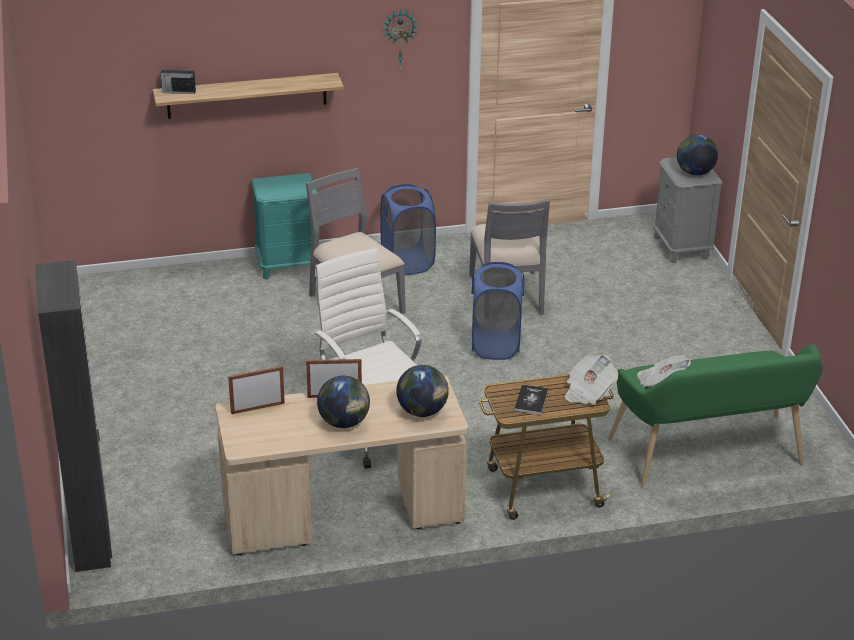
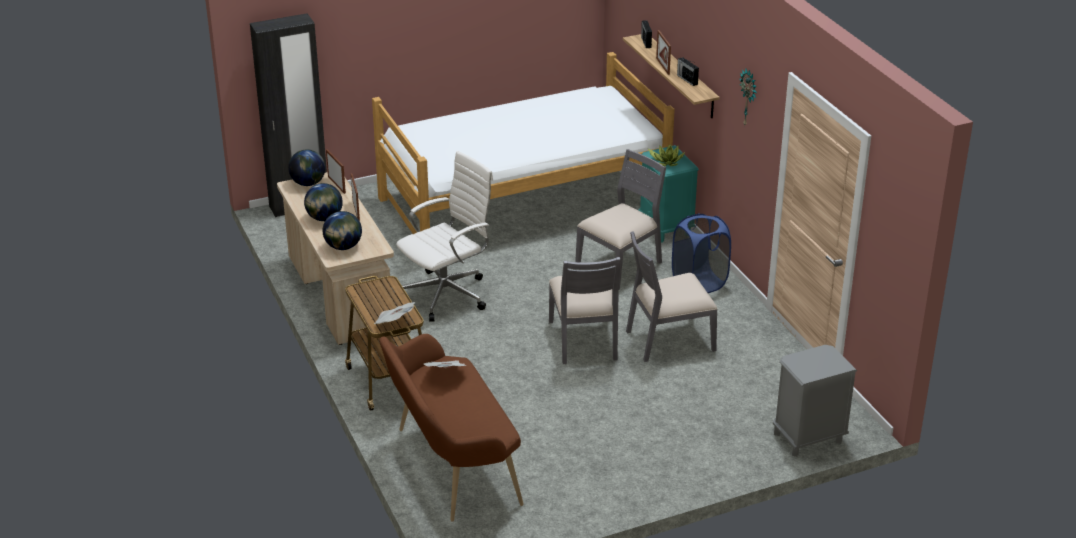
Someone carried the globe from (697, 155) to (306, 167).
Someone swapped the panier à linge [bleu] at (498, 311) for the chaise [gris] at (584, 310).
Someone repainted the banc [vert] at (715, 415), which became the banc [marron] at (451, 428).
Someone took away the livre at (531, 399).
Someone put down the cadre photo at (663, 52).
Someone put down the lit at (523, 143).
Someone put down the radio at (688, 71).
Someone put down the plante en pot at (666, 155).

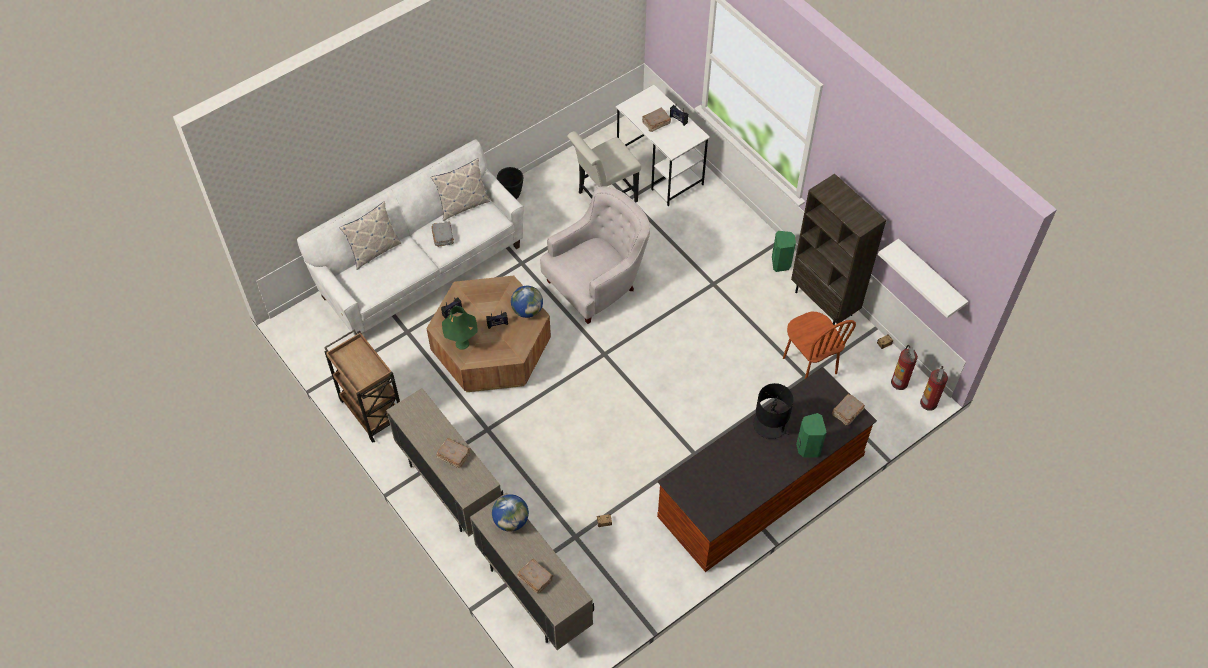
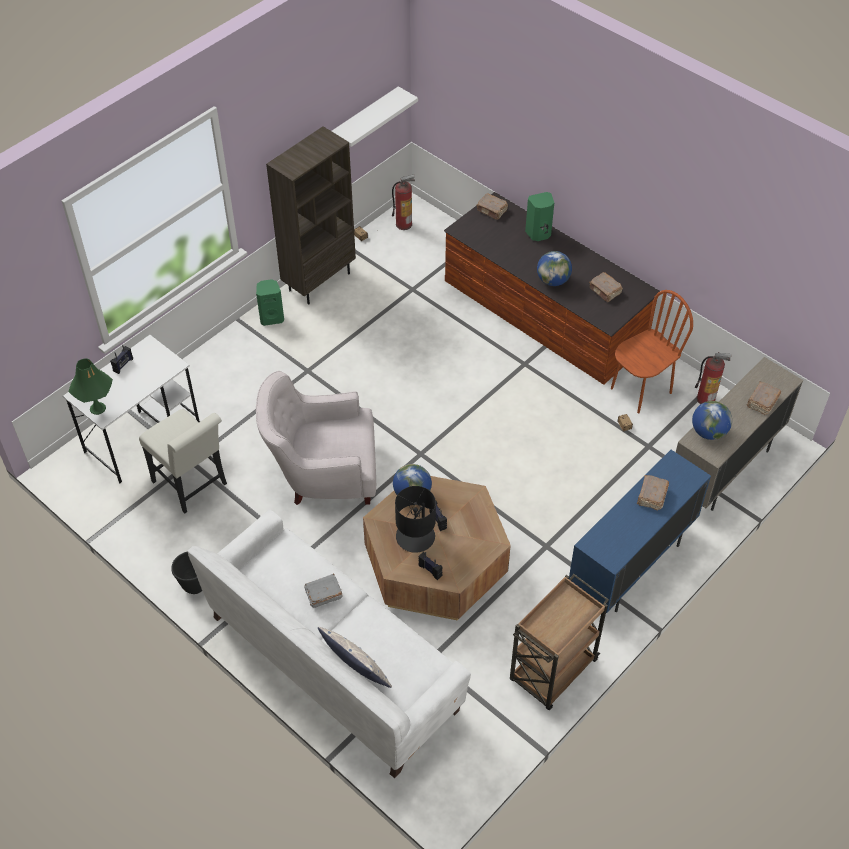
Someone carried the livre [marron] from (656, 119) to (606, 287).
Someone took away the coussin at (460, 189).
Someone rotated the fauteuil [blanc] at (595, 255) by 45 degrees counterclockwise.
Someone carried the lampe de table [vert] from (460, 328) to (90, 386).
Someone carried the chaise [marron] from (819, 345) to (652, 352).
Someone carried the extincteur from (934, 388) to (713, 378).
Someone carried the lampe de table [noir] from (773, 411) to (415, 519).
Someone repainted the meuble de rangement [beige] at (444, 462), which became the meuble de rangement [bleu] at (640, 531).
Someone put down the globe at (554, 268).

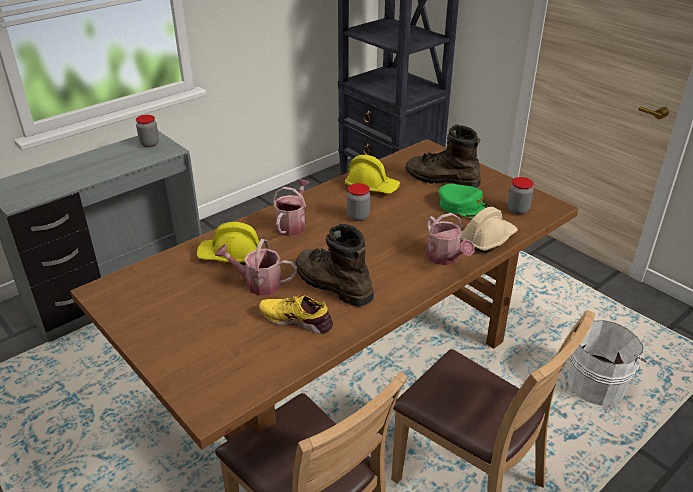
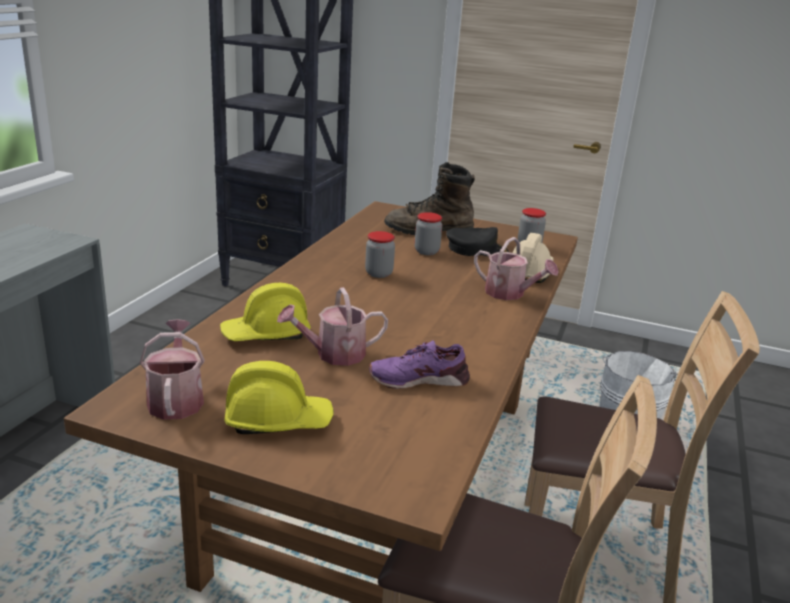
Someone carried the bocal from (147, 131) to (428, 233).
Someone carried the casque de chantier [jaune] from (372, 174) to (279, 397).
Someone carried the arrosoir from (291, 208) to (172, 369).
Someone repainted the casquette [vert] at (464, 201), which became the casquette [noir] at (477, 241).
Someone took away the botte [marron] at (334, 265).
Someone repainted the chaussure [jaune] at (296, 314), which became the chaussure [violet] at (419, 364).

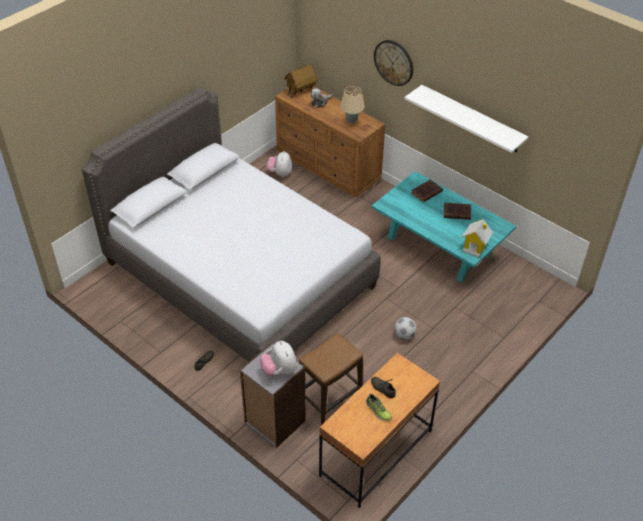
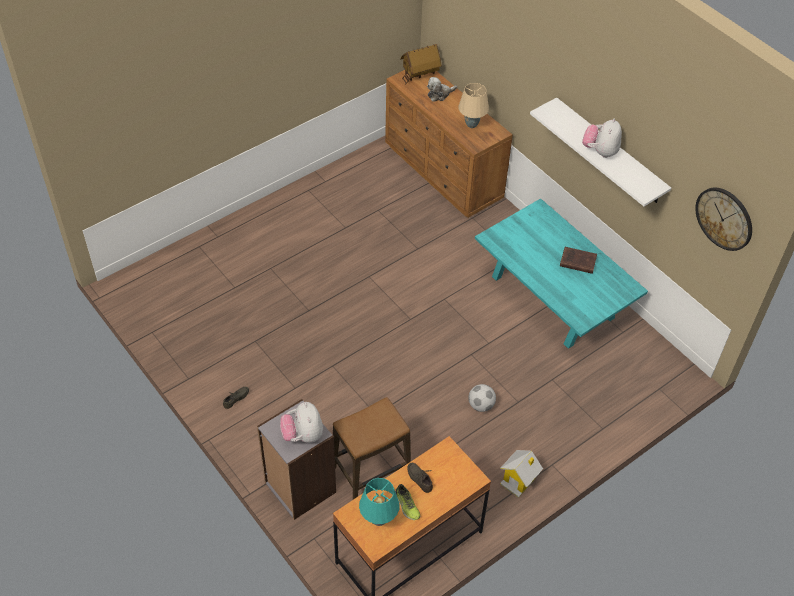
Someone carried the horloge murale from (393, 63) to (723, 219).
Someone took away the lit [gris] at (231, 224).
Someone carried the peluche from (279, 164) to (602, 138).
Someone took away the livre [marron] at (427, 190).
Someone carried the maison miniature from (477, 238) to (521, 474).
Someone put down the lampe de table [turquoise] at (379, 502).

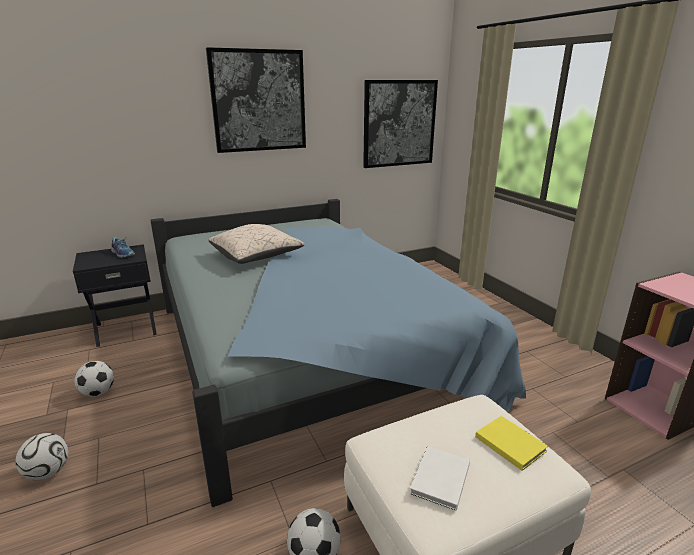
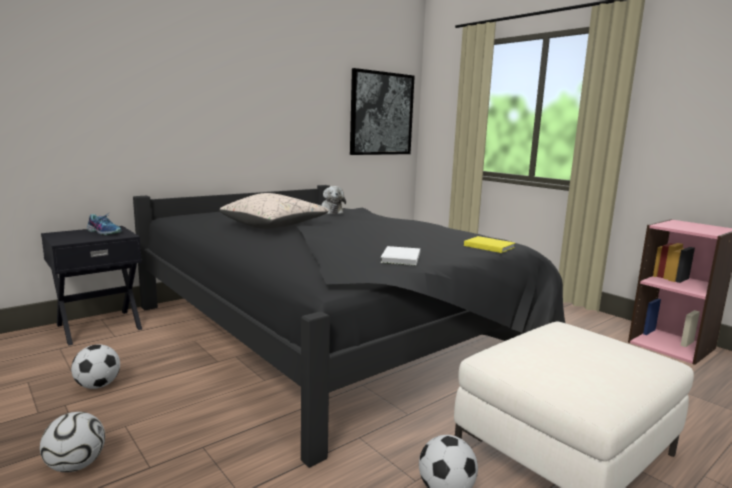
Someone took away the tableau at (256, 100).
Someone repainted the lit [bleu] at (338, 353), which became the lit [noir] at (349, 326).
Someone carried the livre [jaune] from (511, 443) to (489, 244).
Someone carried the livre [blanc] from (440, 478) to (400, 256).
Someone put down the peluche at (333, 200).

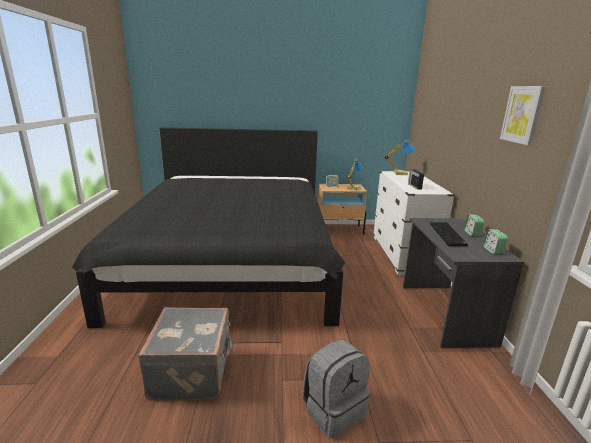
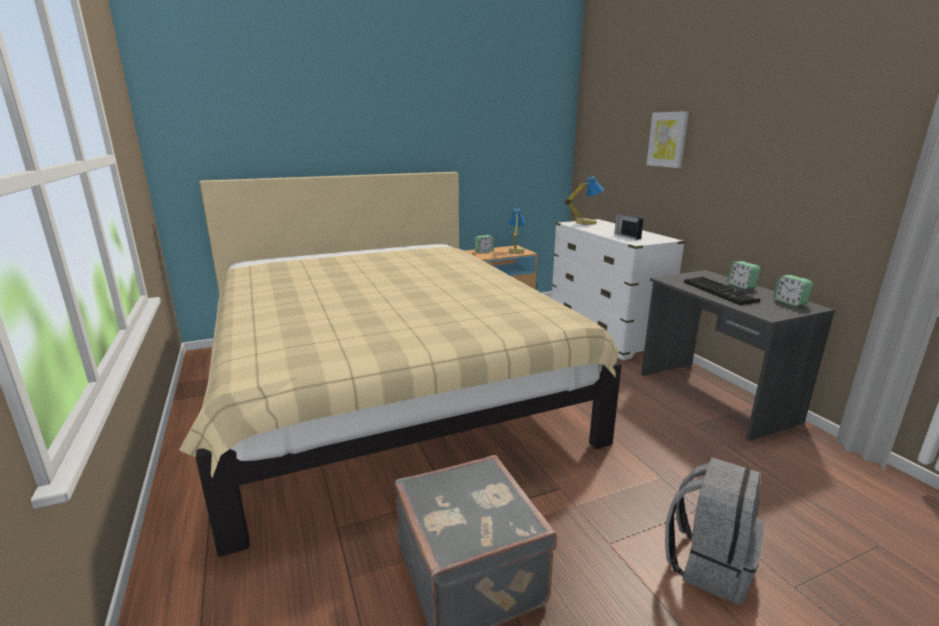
Someone carried the tableau from (523, 115) to (667, 139).
Someone repainted the lit [noir] at (208, 227), which became the lit [beige] at (400, 364).

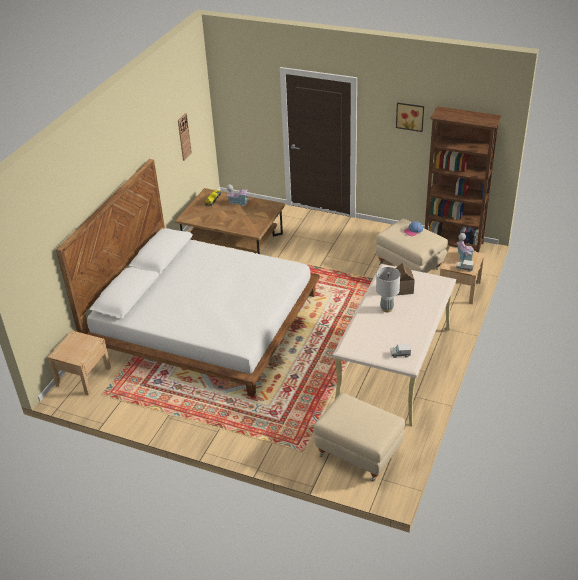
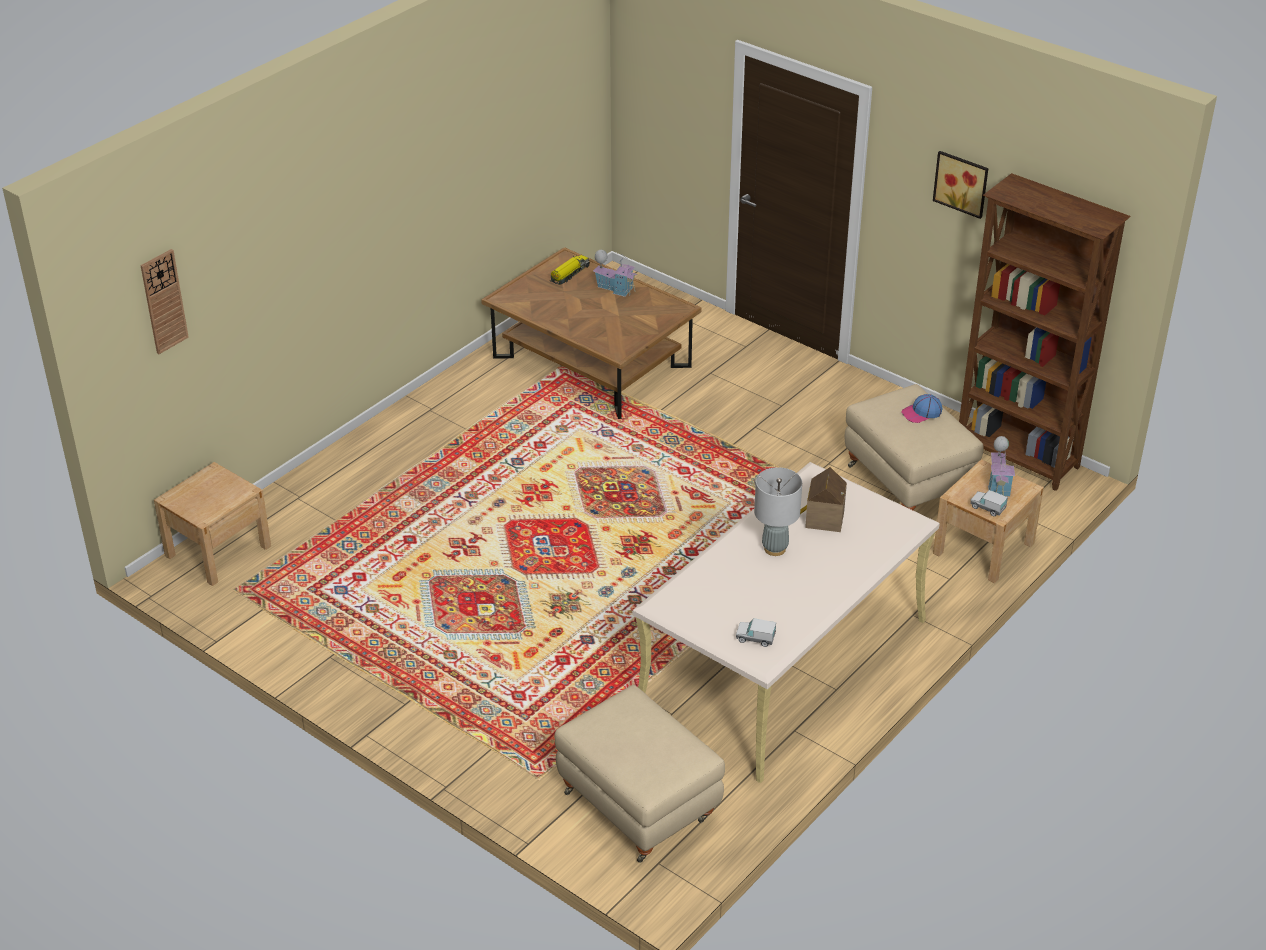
Someone carried the horloge murale from (185, 137) to (164, 301).
Someone took away the lit [blanc] at (187, 278).

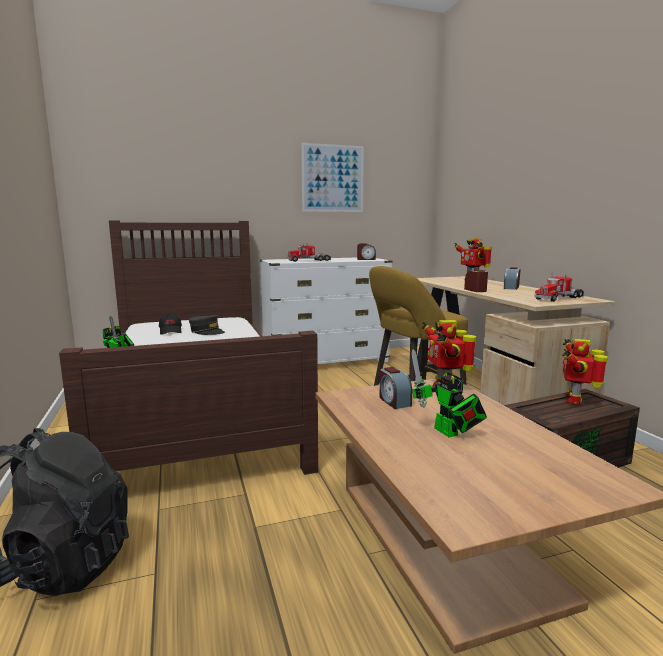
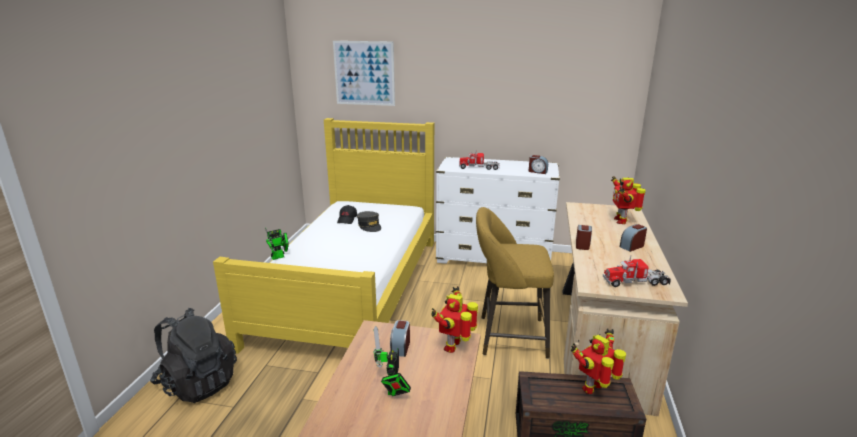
Someone carried the tableau from (332, 177) to (364, 73).
Someone repainted the lit [marron] at (188, 347), which became the lit [jaune] at (323, 236).

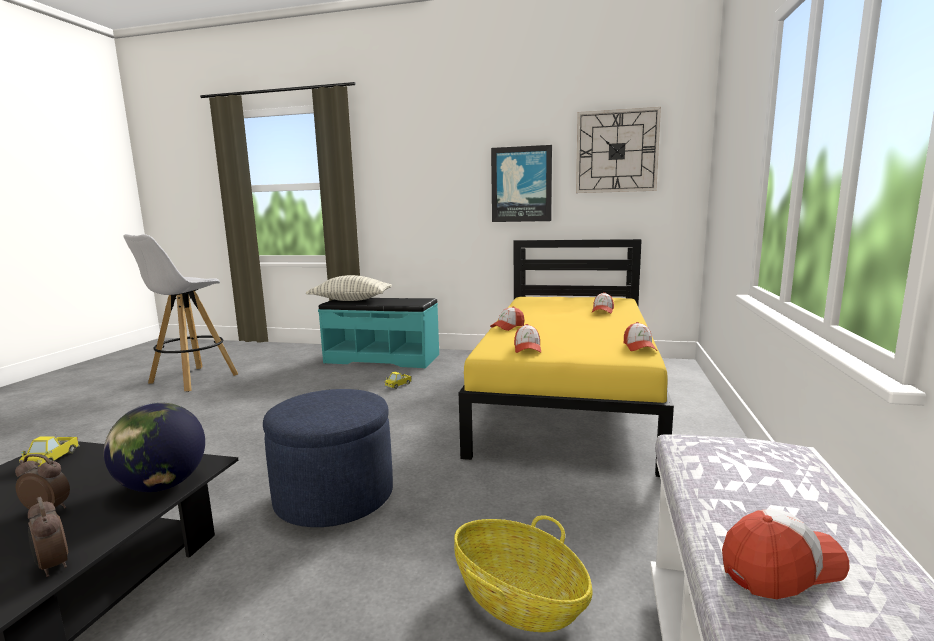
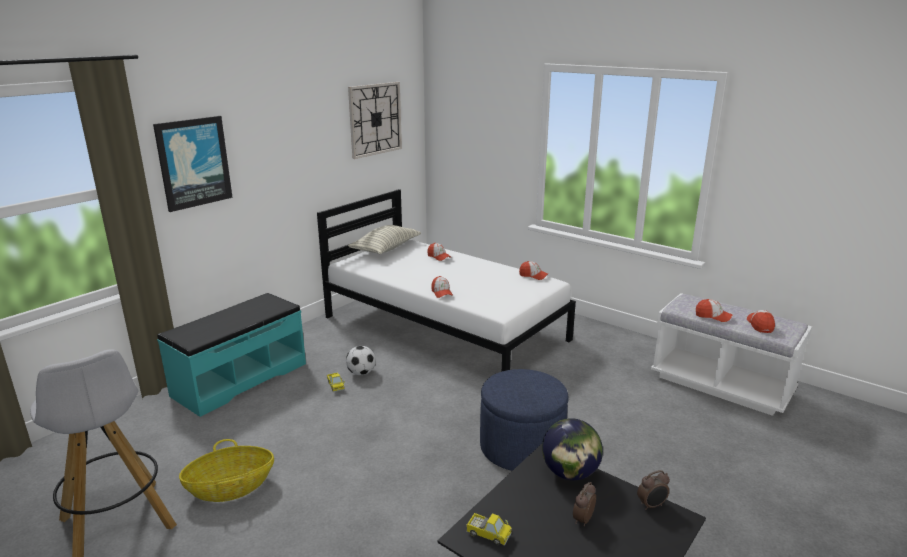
Someone carried the tableau from (521, 183) to (193, 164).
Someone repainted the lit [jaune] at (566, 358), which became the lit [blanc] at (446, 280).
Someone carried the coussin from (349, 288) to (384, 239).
Someone carried the casquette from (527, 338) to (714, 310).
Someone carried the panier from (523, 573) to (226, 470).
Someone put down the ballon de foot at (361, 360).

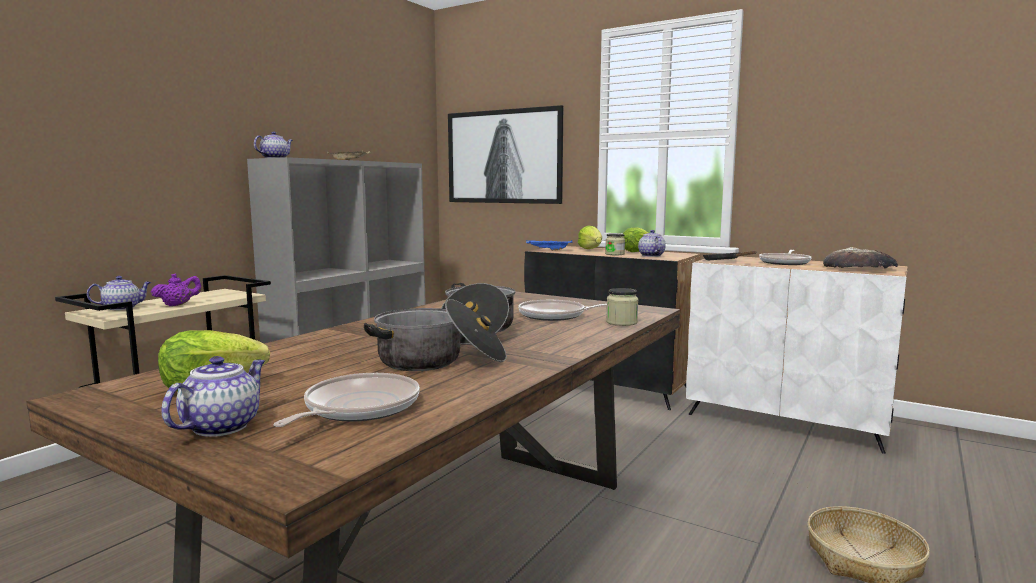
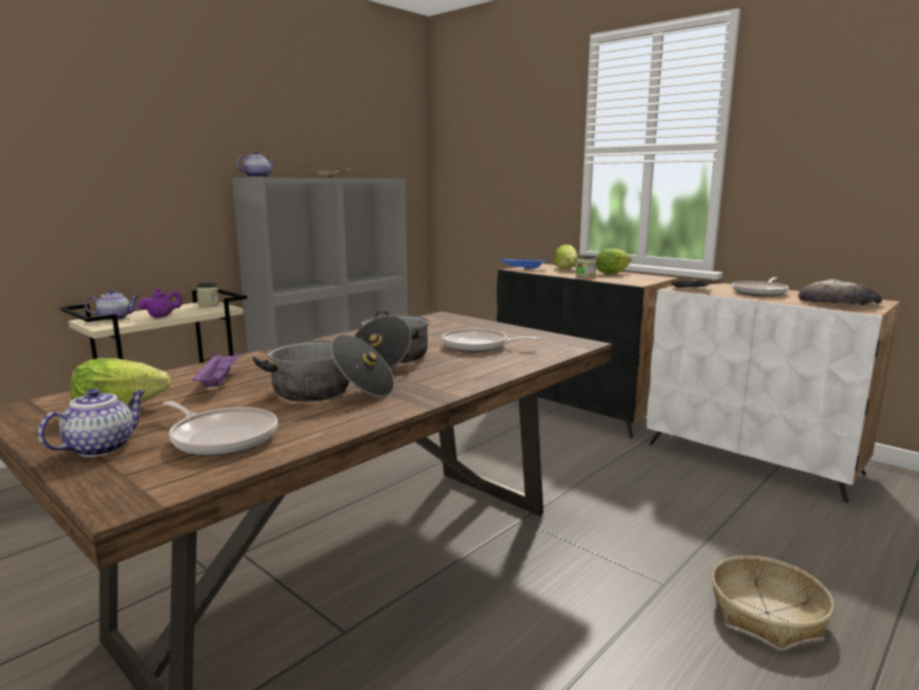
Someone took away the tableau at (505, 154).
Someone took away the théière at (652, 243).
Someone carried the bocal from (622, 307) to (208, 295).
Someone rotated the poêle at (346, 400) by 90 degrees clockwise.
Someone put down the plateau [violet] at (217, 369).

